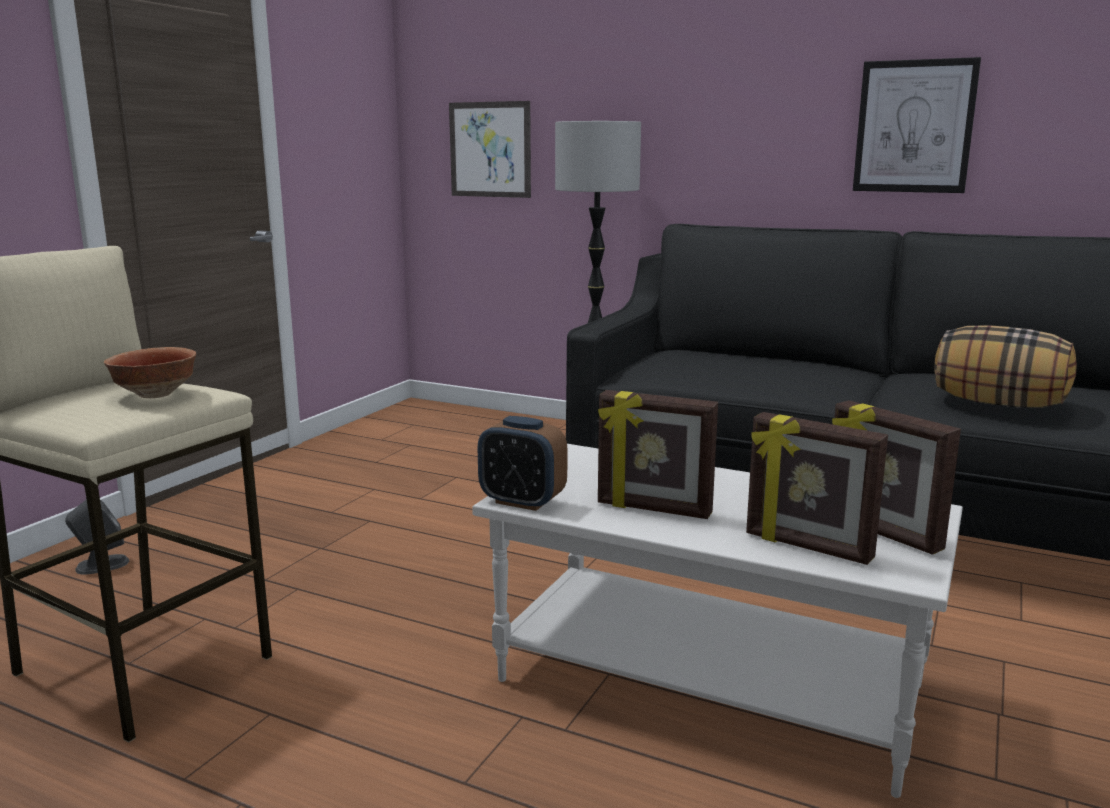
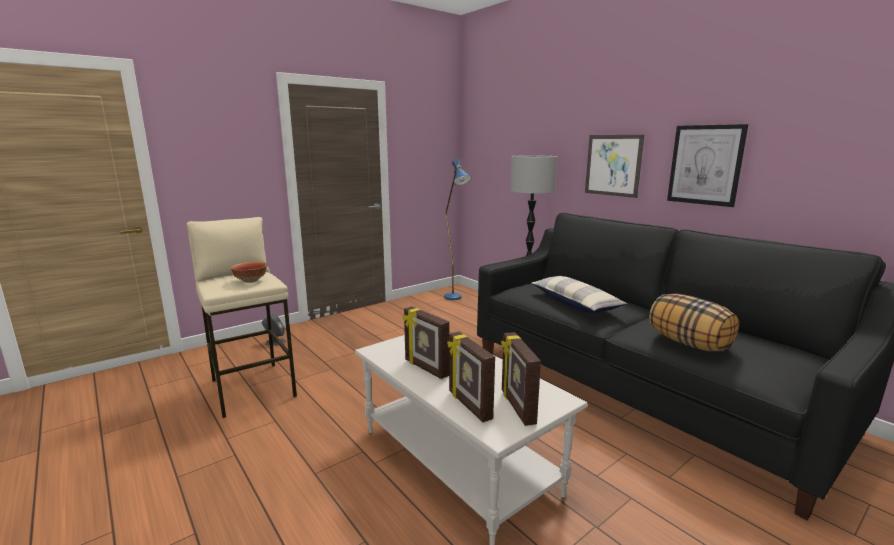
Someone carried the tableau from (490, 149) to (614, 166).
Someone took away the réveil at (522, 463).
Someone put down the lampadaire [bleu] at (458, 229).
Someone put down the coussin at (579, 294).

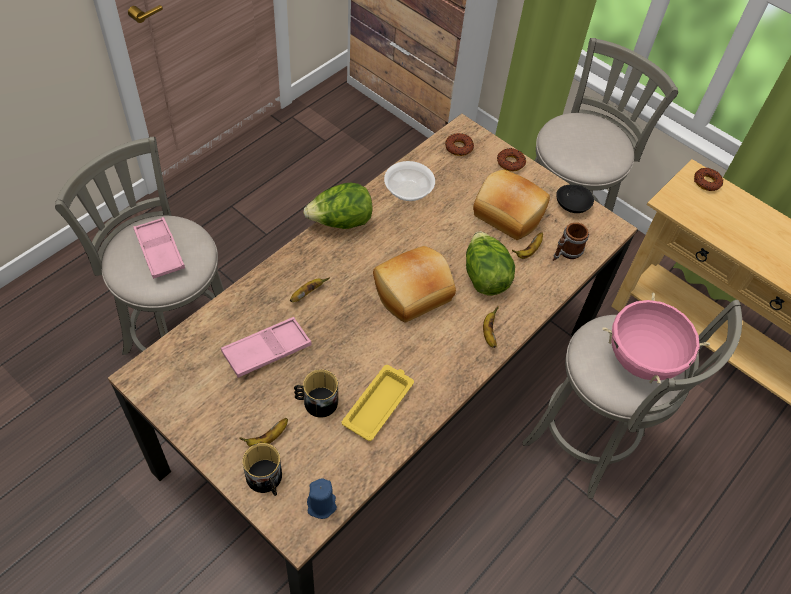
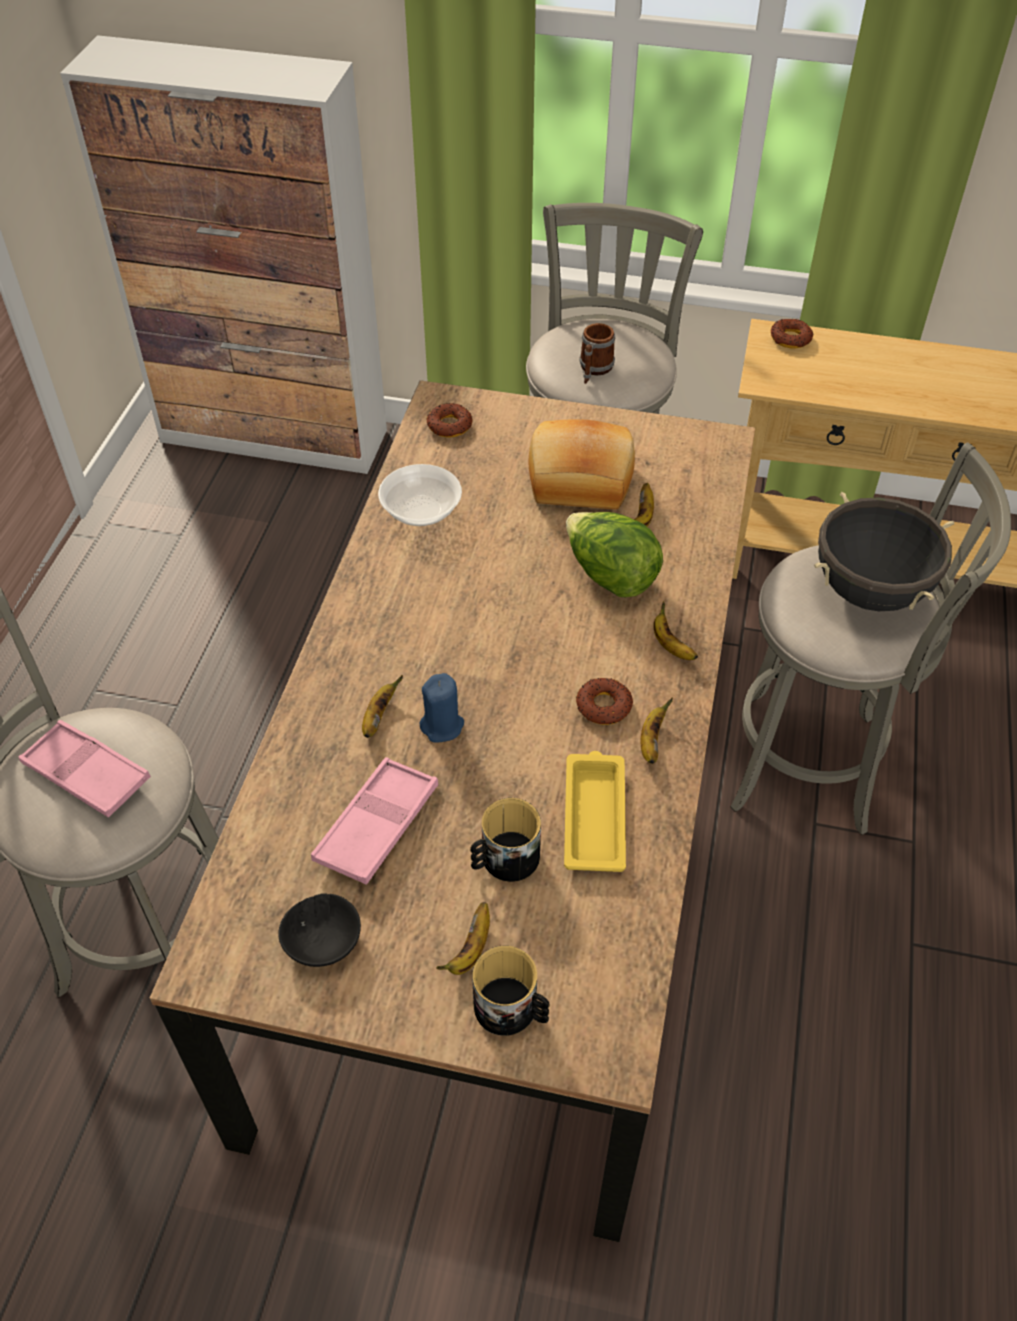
Someone carried the beignet from (511, 159) to (604, 701).
Someone took away the laitue at (338, 206).
Someone carried the bol [noir] from (575, 199) to (319, 930).
Someone carried the mug from (571, 241) to (597, 353).
Someone took away the pain at (414, 284).
Someone repainted the marmite [rose] at (656, 338), which became the marmite [noir] at (884, 551).
Someone carried the bougie [bleu] from (322, 498) to (442, 708).
Someone put down the banane at (657, 730).

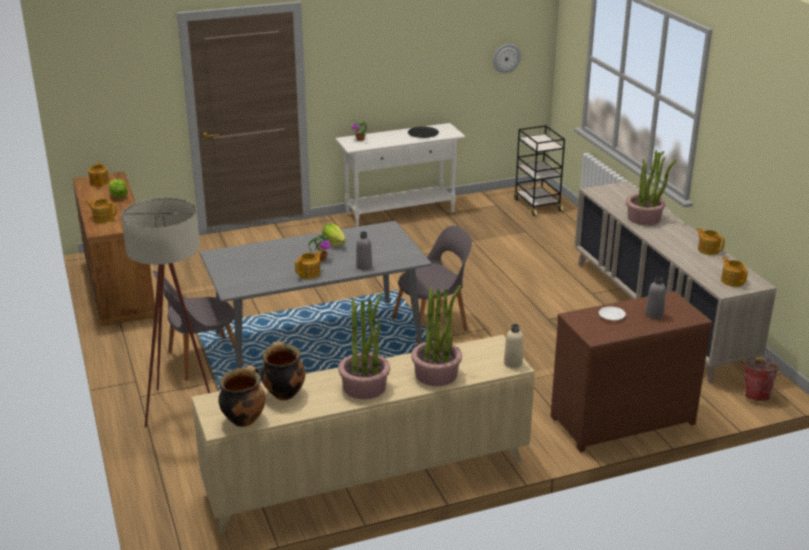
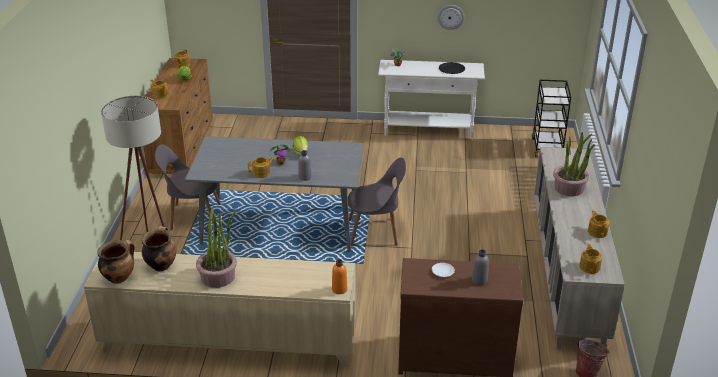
Someone carried the horloge murale from (507, 58) to (451, 17).
Someone took away the plante en pot at (436, 335).
Someone repainted the bouteille [beige] at (513, 346), which became the bouteille [orange] at (339, 276).

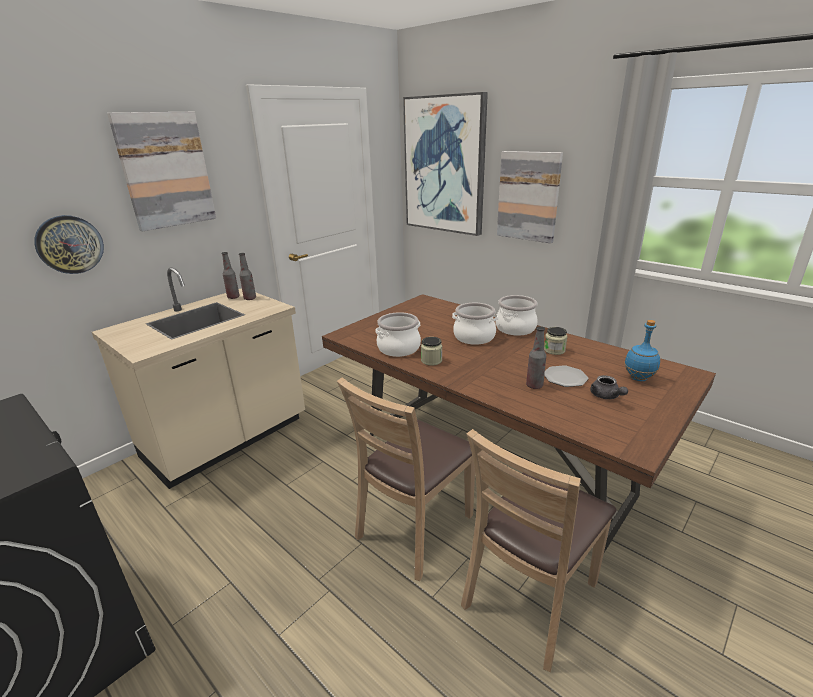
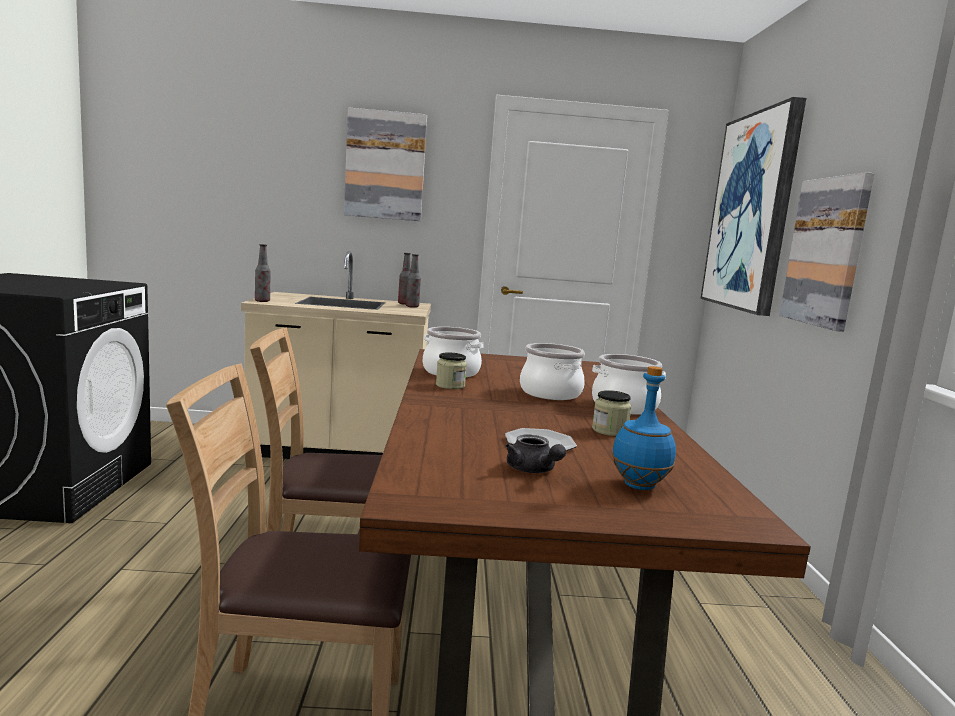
Someone took away the horloge murale at (69, 244).
Someone carried the bouteille from (536, 357) to (262, 273).
Someone rotated the théière [gris] at (609, 387) by 60 degrees counterclockwise.

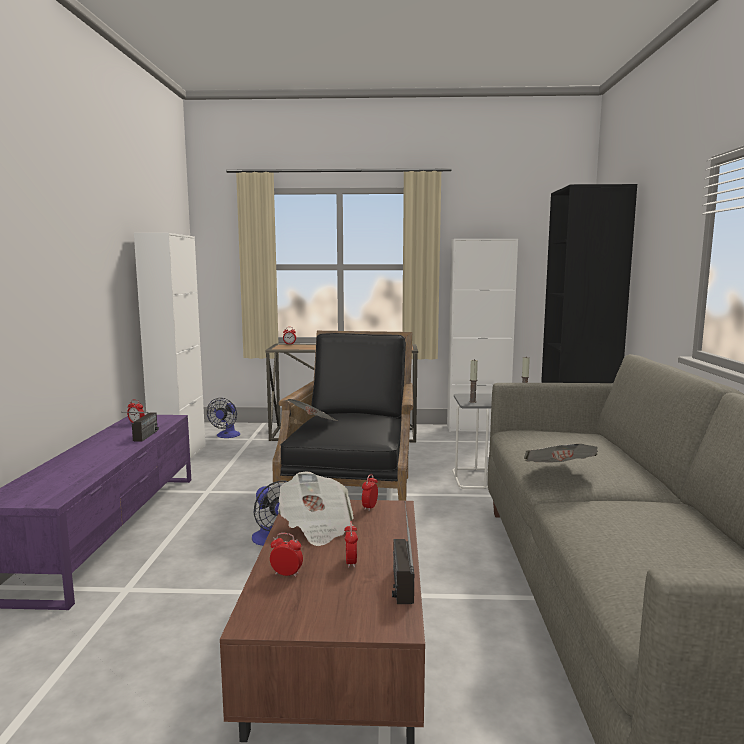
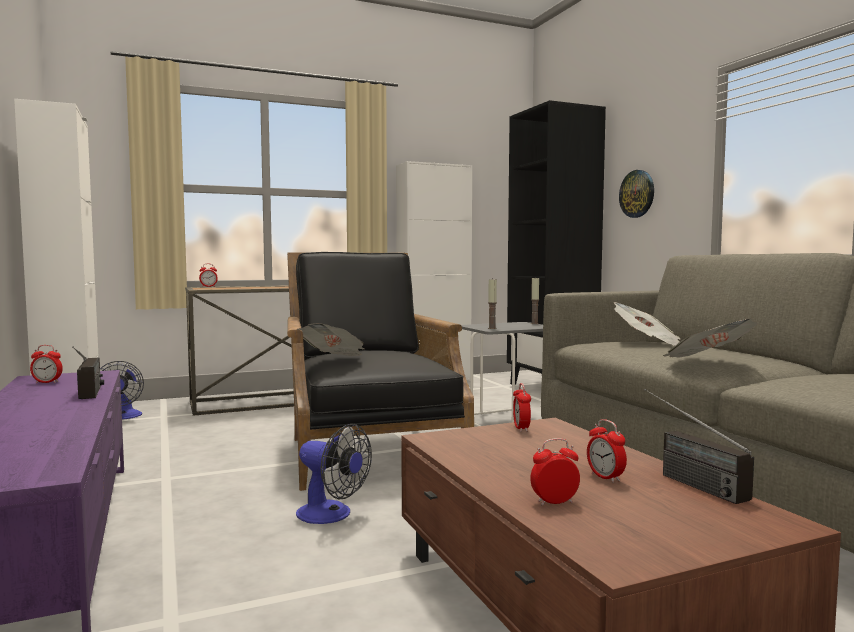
Someone carried the journal from (316, 509) to (647, 324).
Someone put up the horloge murale at (636, 194).

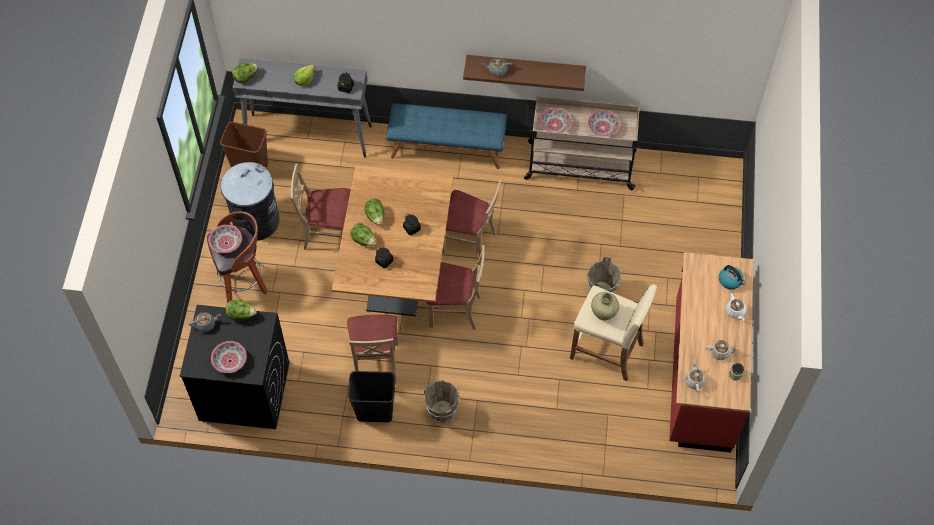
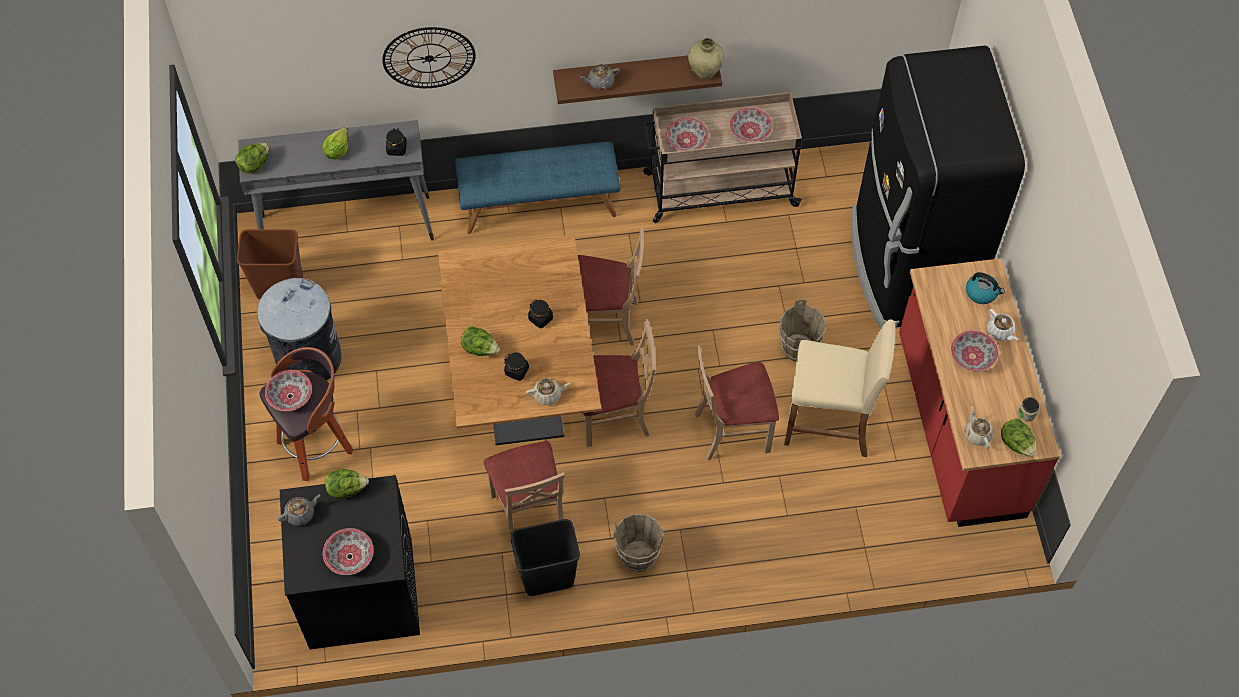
Someone carried the chaise [beige] from (320, 207) to (737, 402).
Someone carried the laitue from (374, 211) to (1018, 437).
Someone carried the vase [beige] from (605, 306) to (706, 58).
Someone carried the théière [beige] from (723, 350) to (548, 391).
Someone put up the horloge murale at (429, 57).
Someone put down the réfrigérateur [noir] at (938, 187).
Someone put down the bol at (974, 350).

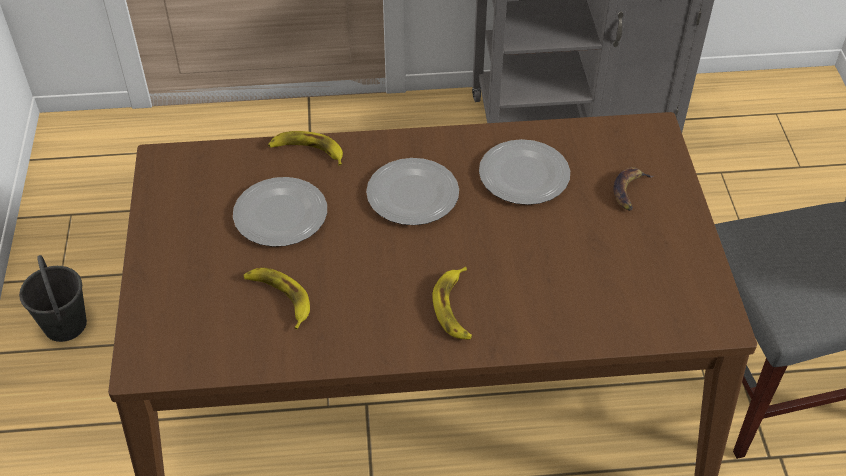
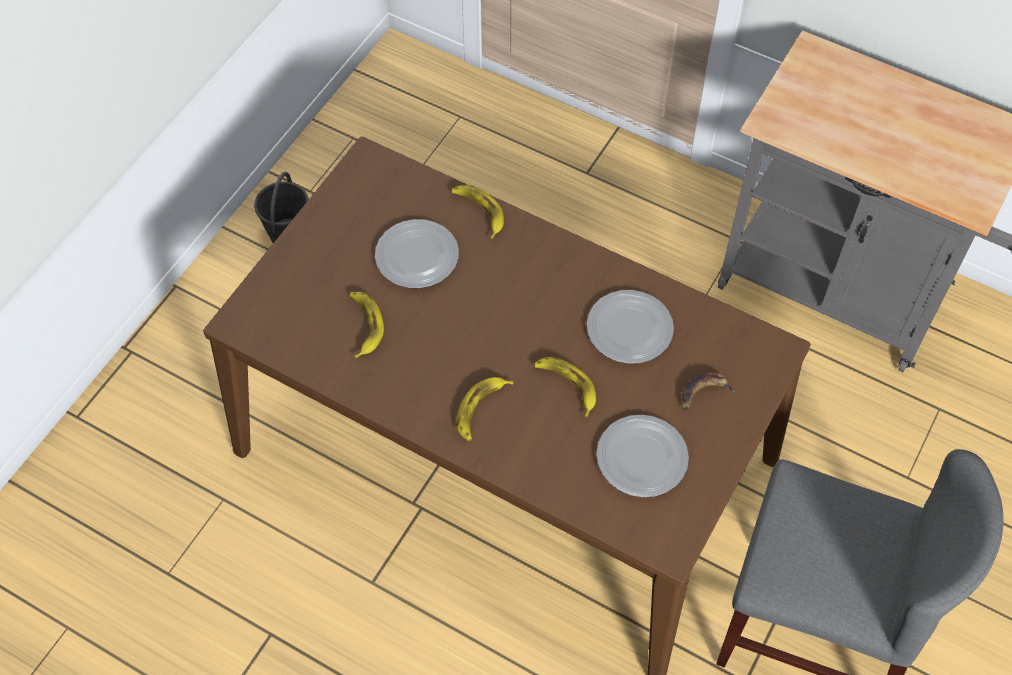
Someone carried the assiette from (412, 191) to (643, 456).
Someone put down the banane at (565, 387).

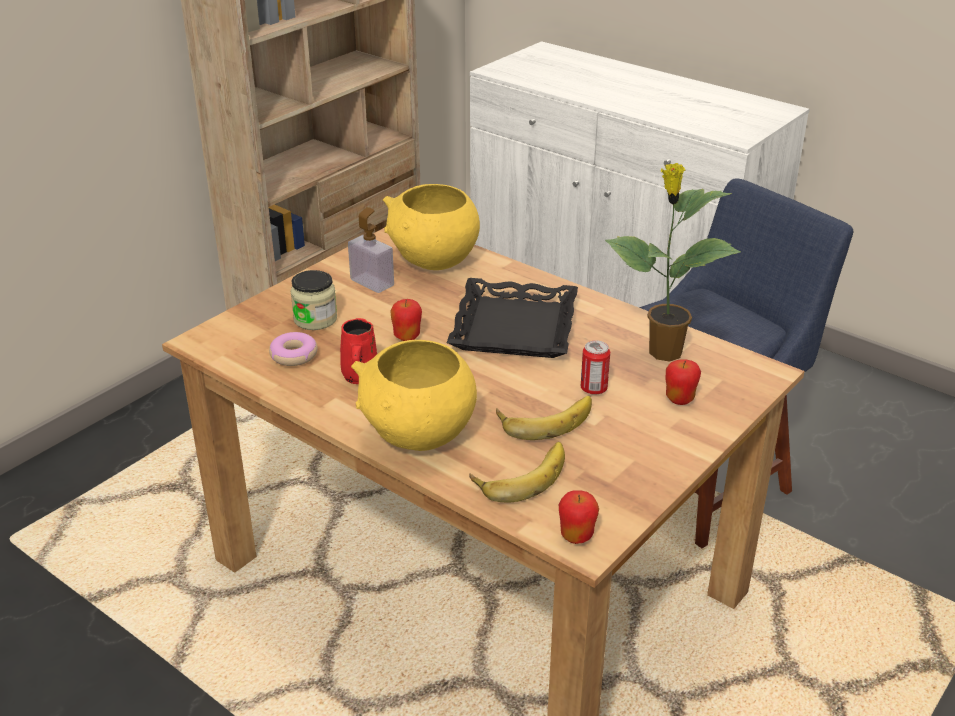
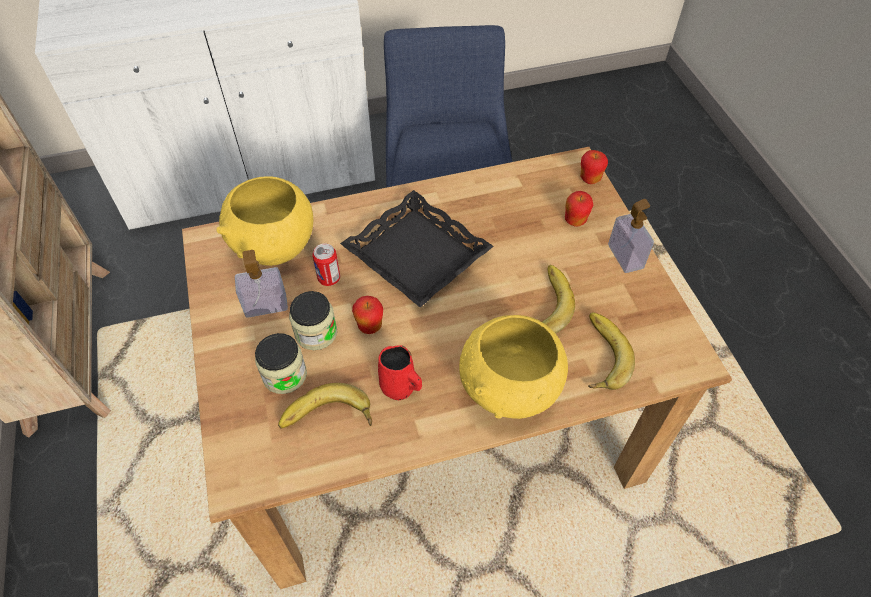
Someone took away the plante en pot at (673, 262).
Someone swapped the beignet at (293, 349) for the banane at (325, 406).
Someone carried the boîte métallique from (595, 367) to (326, 265).
Someone carried the pomme from (579, 517) to (594, 167).
Someone put down the distributeur de savon at (631, 236).
Someone put down the bocal at (313, 320).

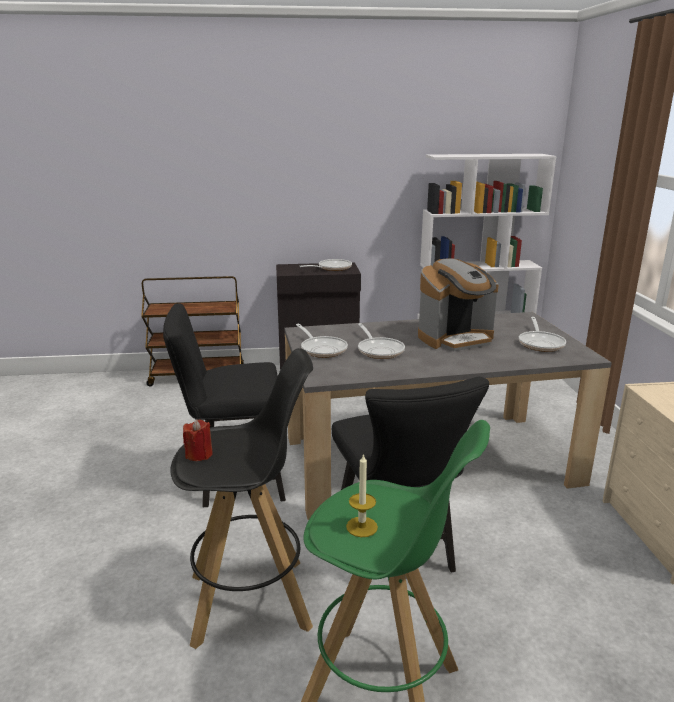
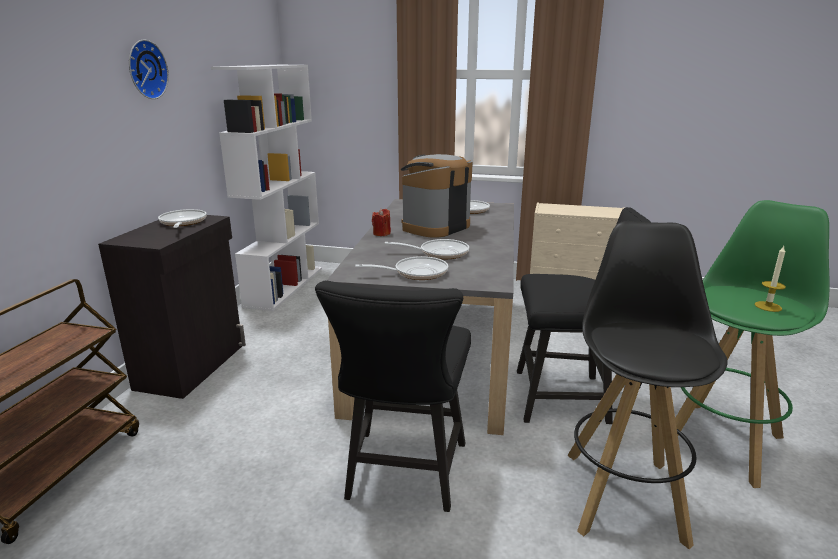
Someone rotated the machine à café at (458, 304) by 135 degrees counterclockwise.
Someone carried the bougie [rouge] from (198, 440) to (381, 222).
Someone put up the horloge murale at (149, 69).

